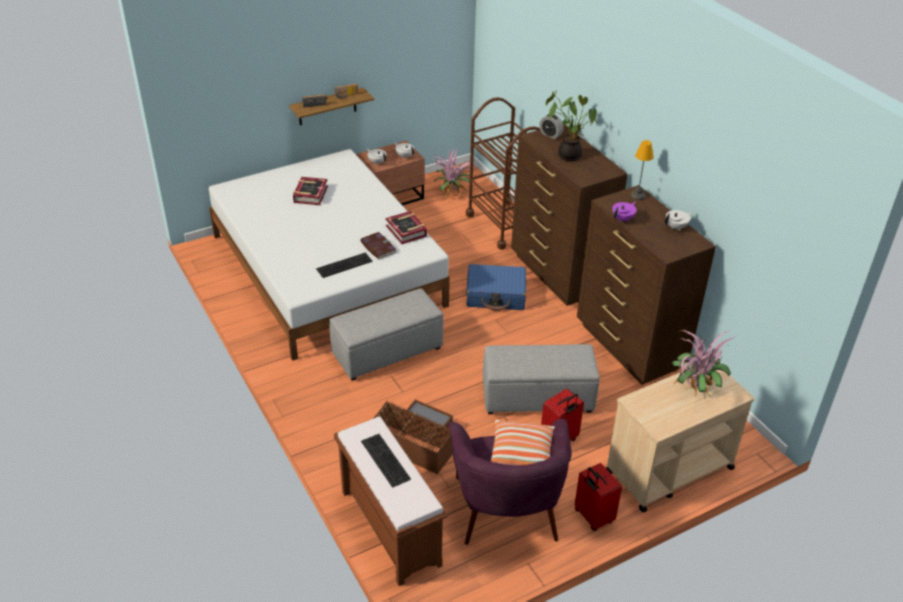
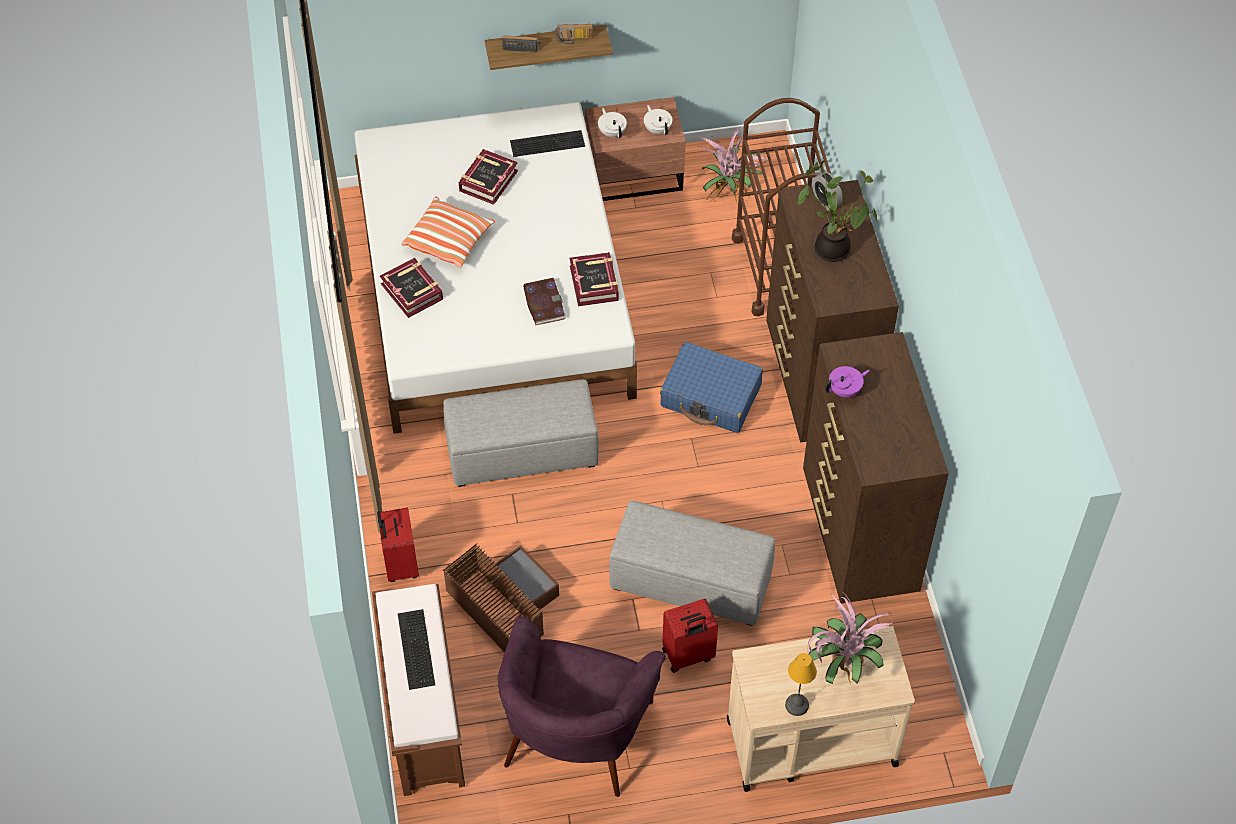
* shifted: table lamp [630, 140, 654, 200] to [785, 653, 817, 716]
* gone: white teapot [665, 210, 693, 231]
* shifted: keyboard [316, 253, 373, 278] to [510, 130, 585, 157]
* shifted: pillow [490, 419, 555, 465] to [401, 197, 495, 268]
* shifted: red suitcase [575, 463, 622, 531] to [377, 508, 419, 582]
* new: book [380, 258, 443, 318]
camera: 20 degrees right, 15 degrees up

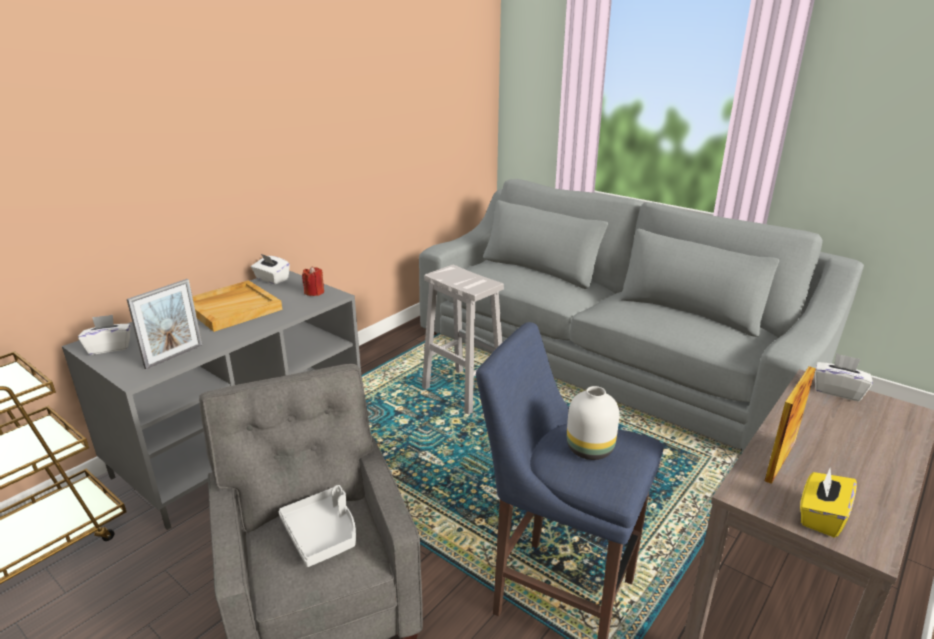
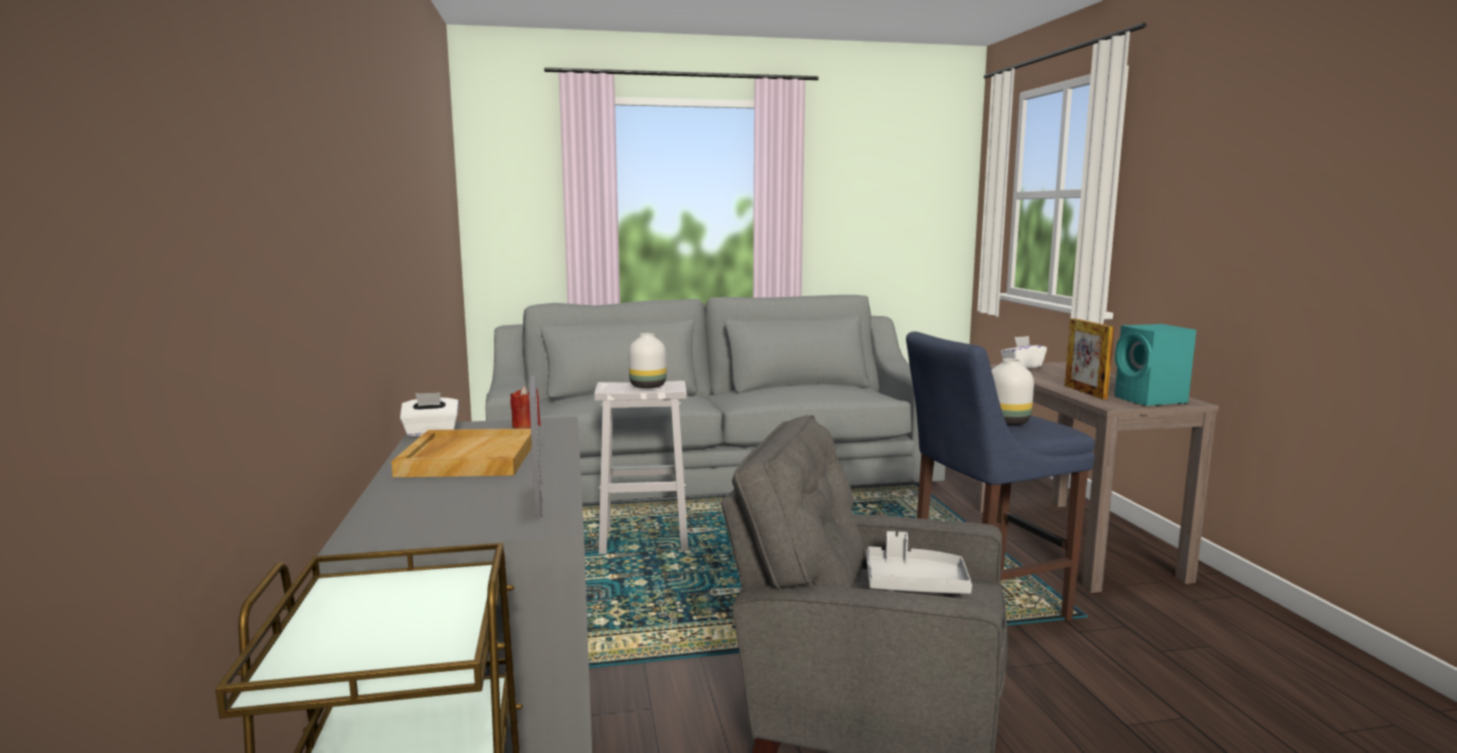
* gone: white tissue box [78, 315, 131, 355]
* swapped: yellow tissue box [800, 468, 857, 538] to turquoise speaker [1114, 324, 1196, 406]
* new: white vase [629, 333, 667, 388]
camera: 50 degrees left, 15 degrees down

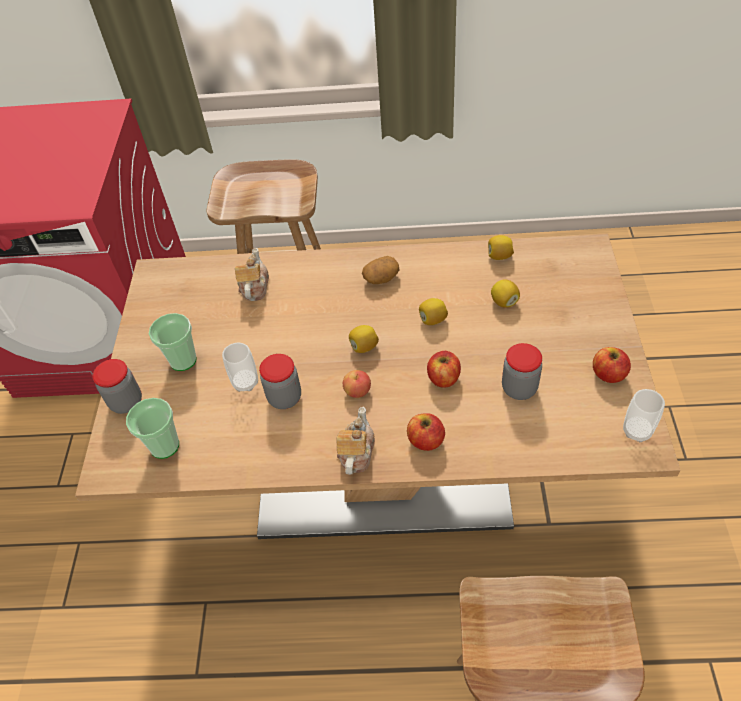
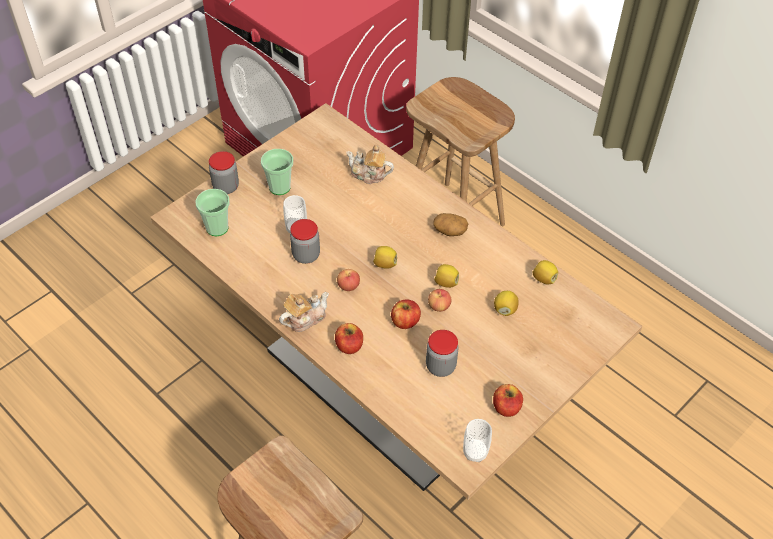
* rotated: teapot [235, 248, 269, 301] = [346, 145, 394, 184] 120 degrees counterclockwise
* new: apple [428, 289, 451, 312]
camera: 40 degrees right, 0 degrees up

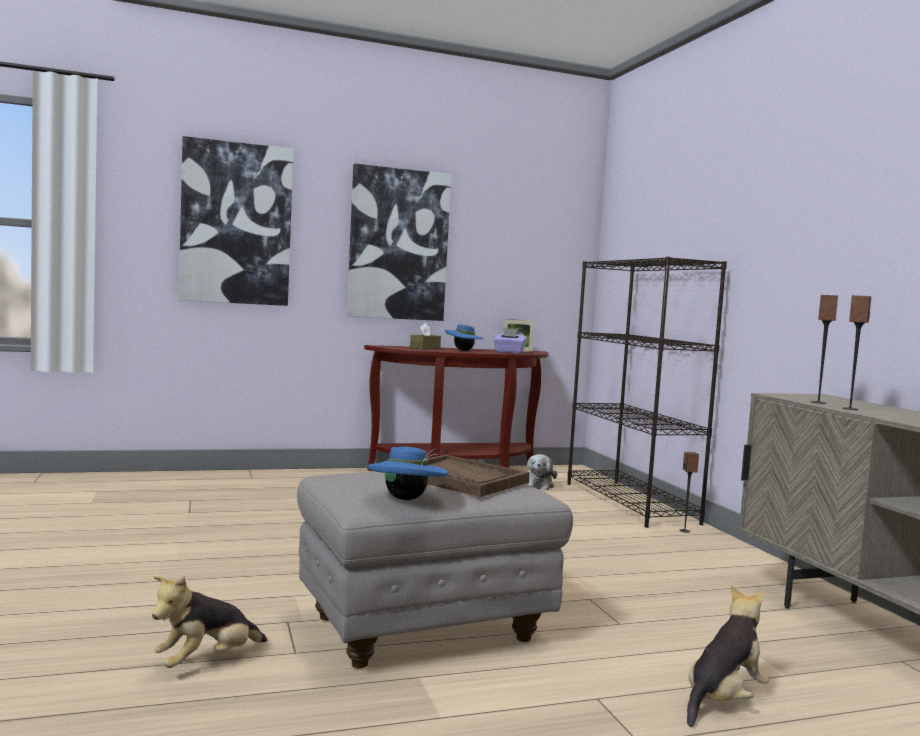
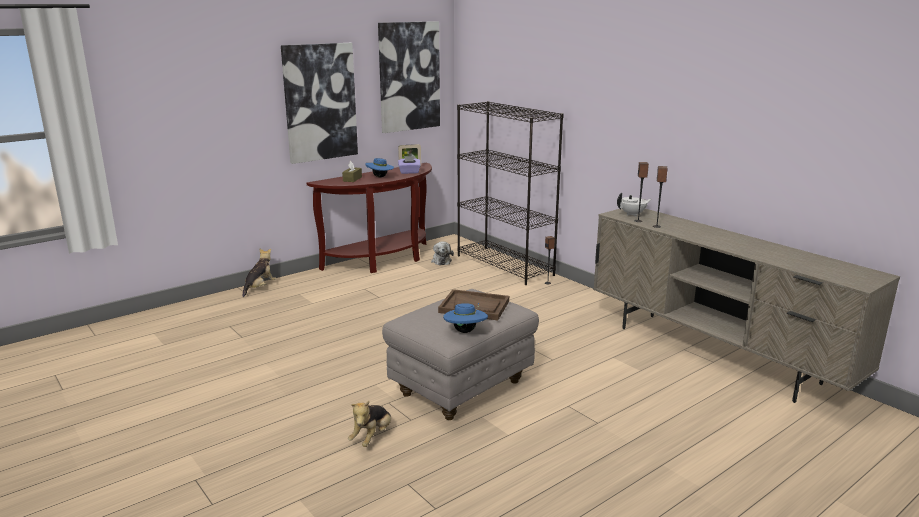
* shifted: picture [179, 136, 294, 306] to [378, 21, 440, 133]
* shifted: plush toy [687, 585, 769, 727] to [243, 248, 276, 297]
* new: white teapot [617, 193, 652, 217]
camera: 20 degrees left, 15 degrees up

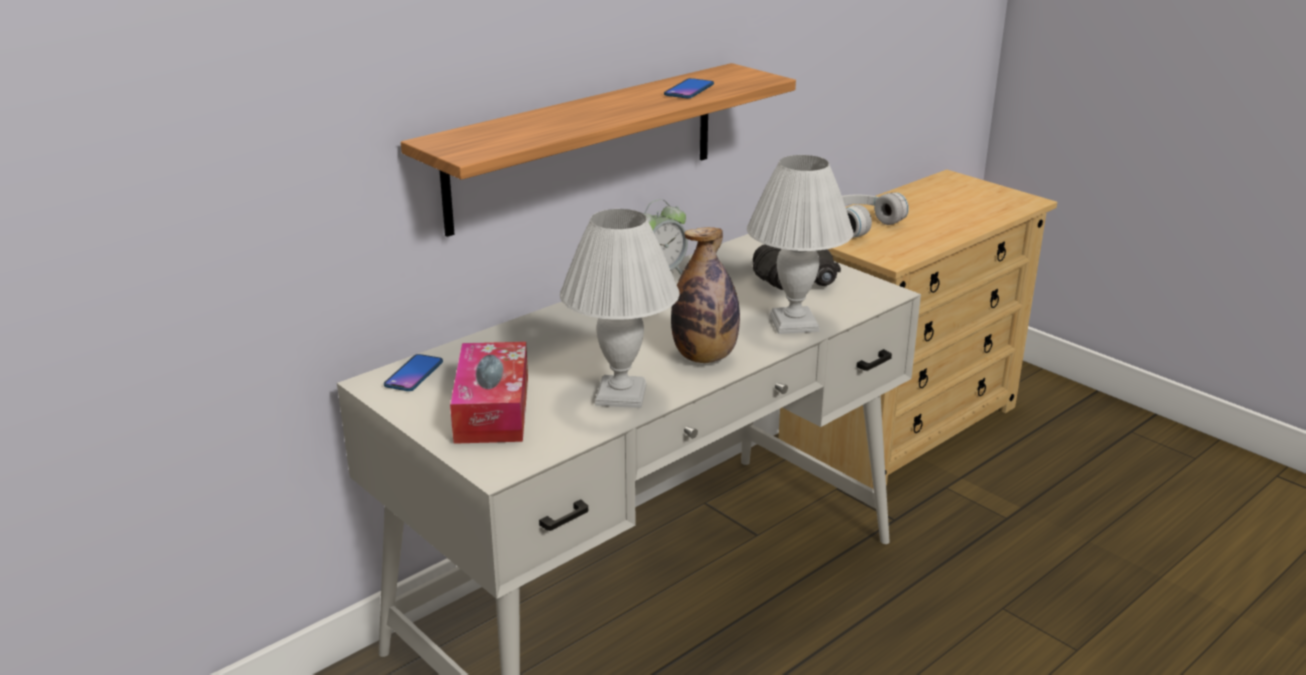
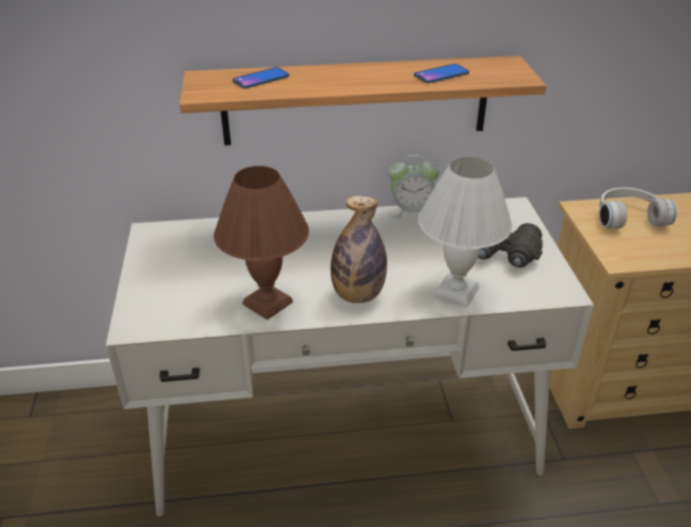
* repainted: white table lamp [560, 209, 679, 408] to brown table lamp [214, 166, 309, 320]
* gone: tissue box [450, 342, 528, 444]
* shifted: phone [384, 354, 443, 391] to [232, 67, 289, 89]
camera: 35 degrees right, 10 degrees up

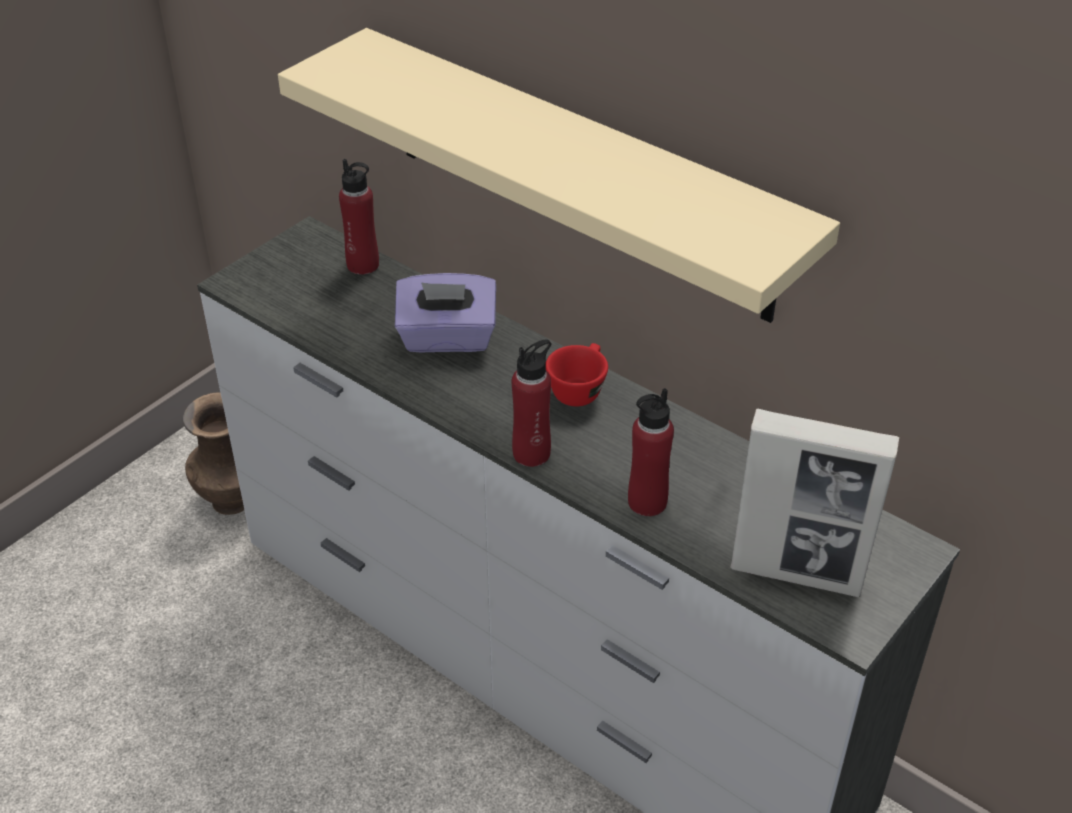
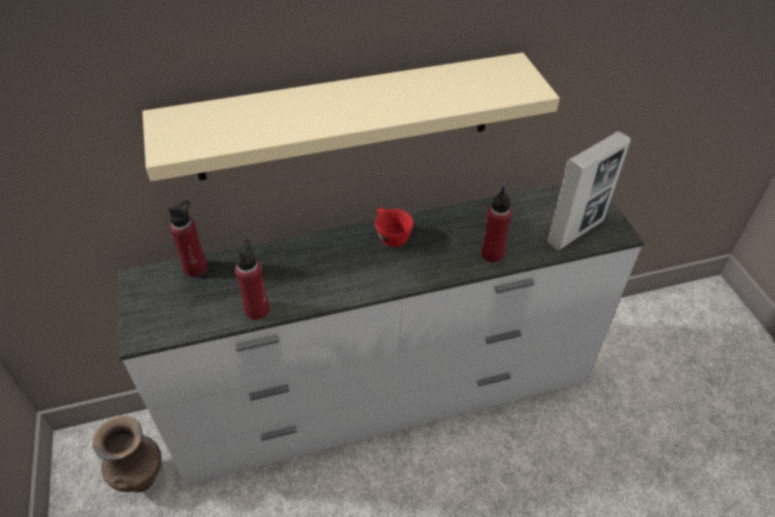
* gone: purple tissue box [395, 273, 496, 353]
* shifted: red bottle [511, 339, 551, 467] to [235, 239, 269, 320]
camera: 55 degrees left, 5 degrees up

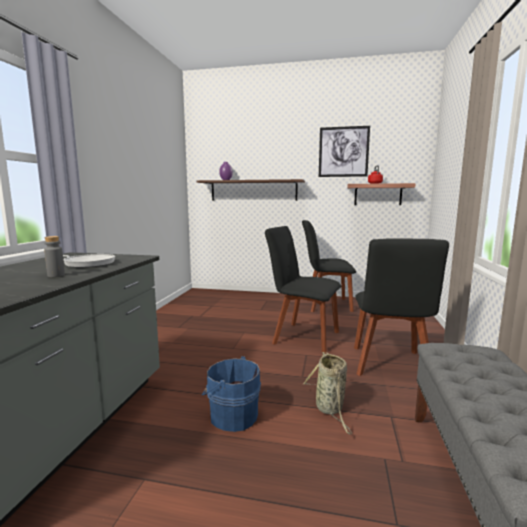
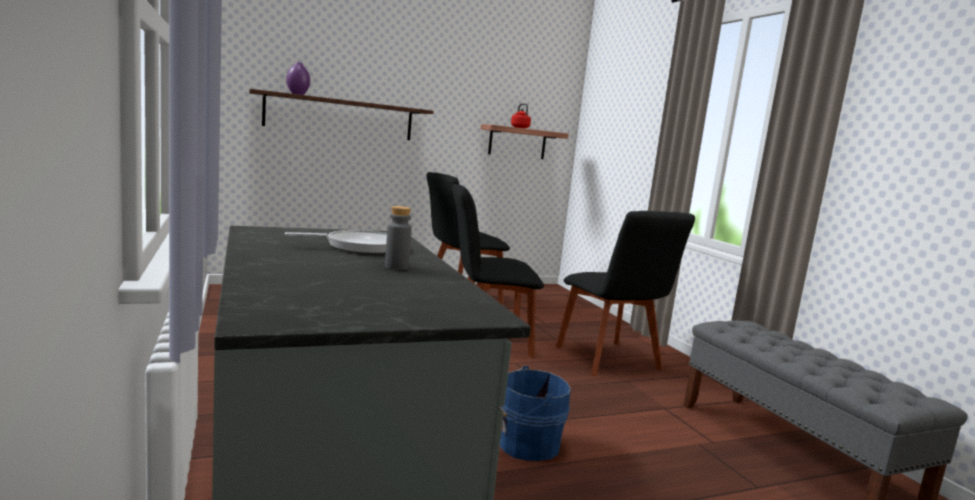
* gone: picture [319, 126, 370, 177]
* gone: basket [302, 352, 353, 434]
camera: 35 degrees left, 0 degrees up

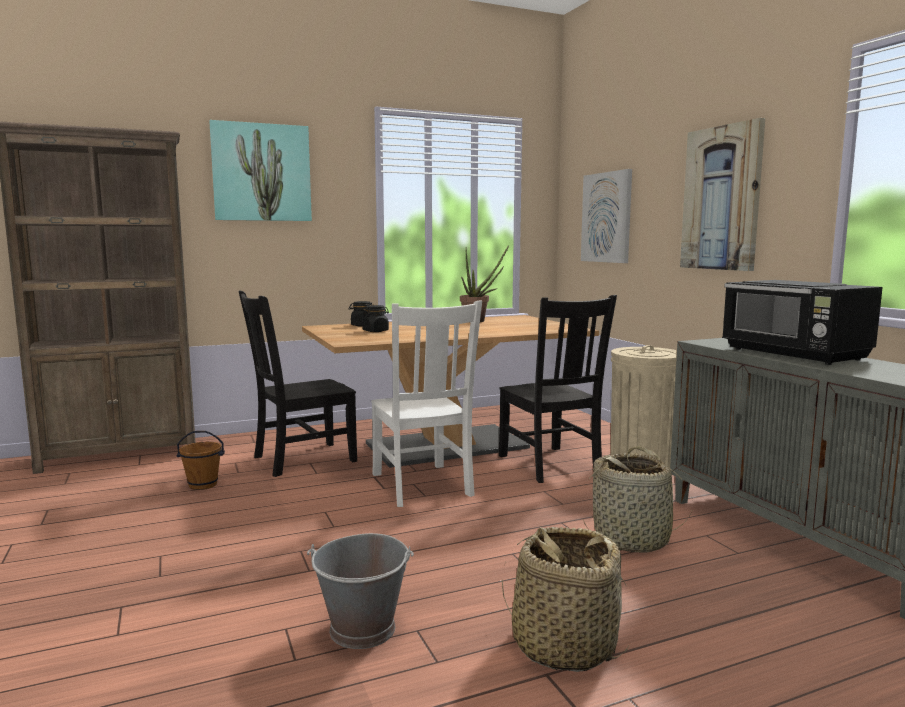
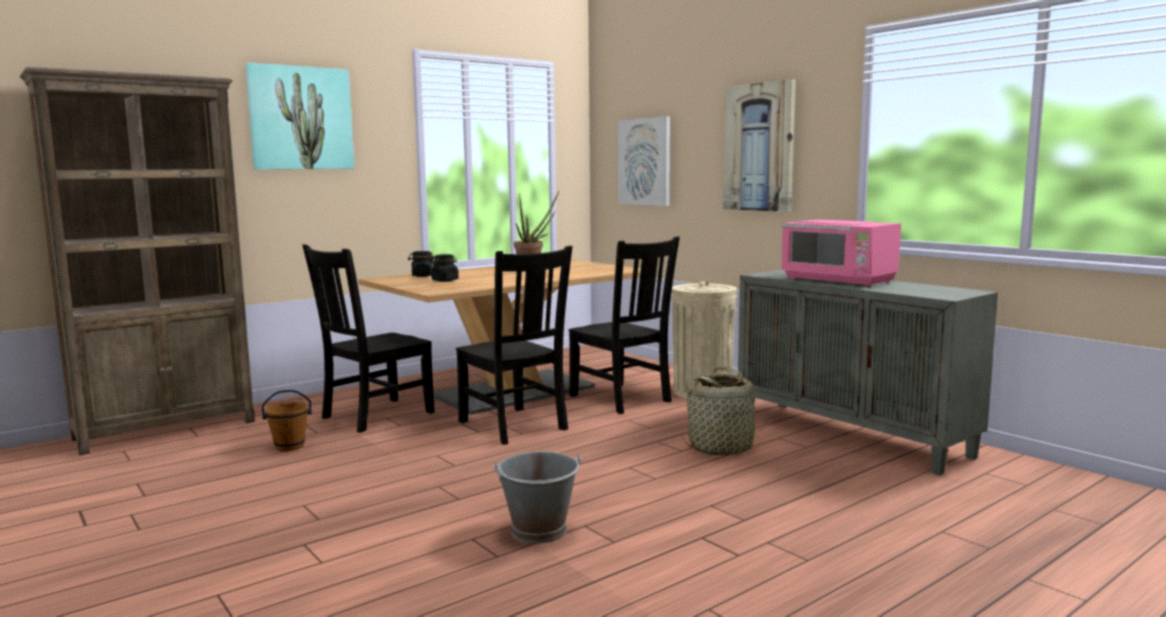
* repainted: black microwave [722, 280, 883, 365] to pink microwave [781, 220, 901, 287]
* repainted: white chair [371, 300, 482, 507] to black chair [456, 245, 573, 445]
* gone: basket [502, 527, 629, 672]
camera: 15 degrees left, 0 degrees up

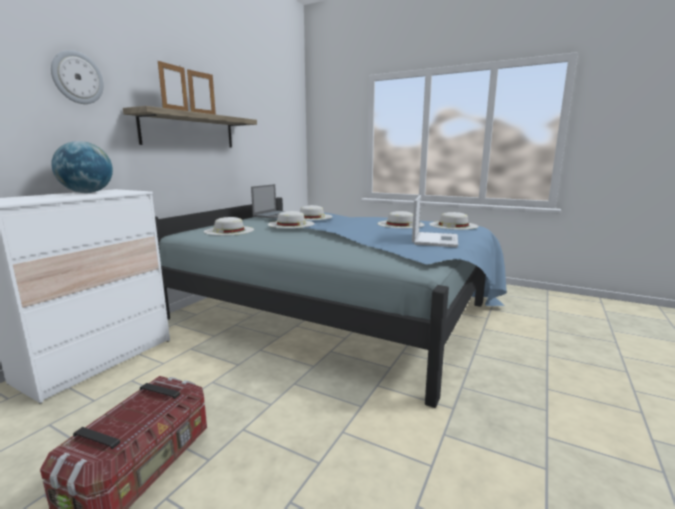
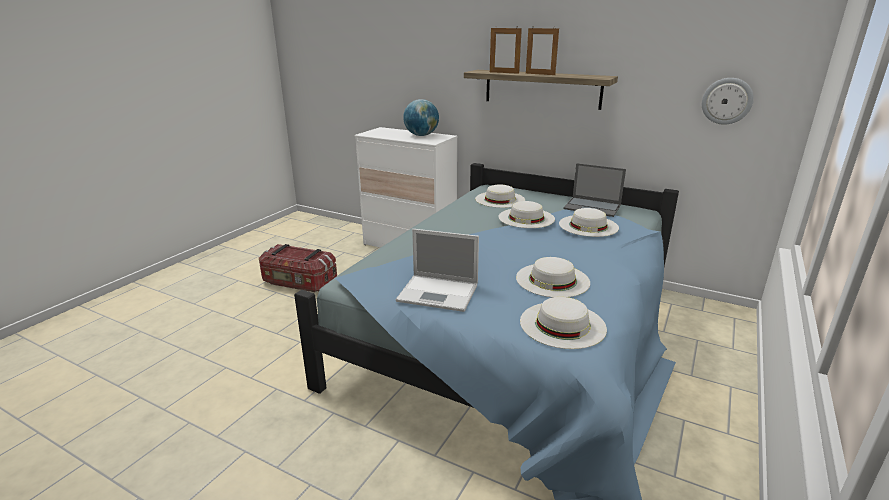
* shifted: wall clock [51, 50, 104, 104] to [702, 78, 754, 125]
camera: 90 degrees right, 10 degrees up

